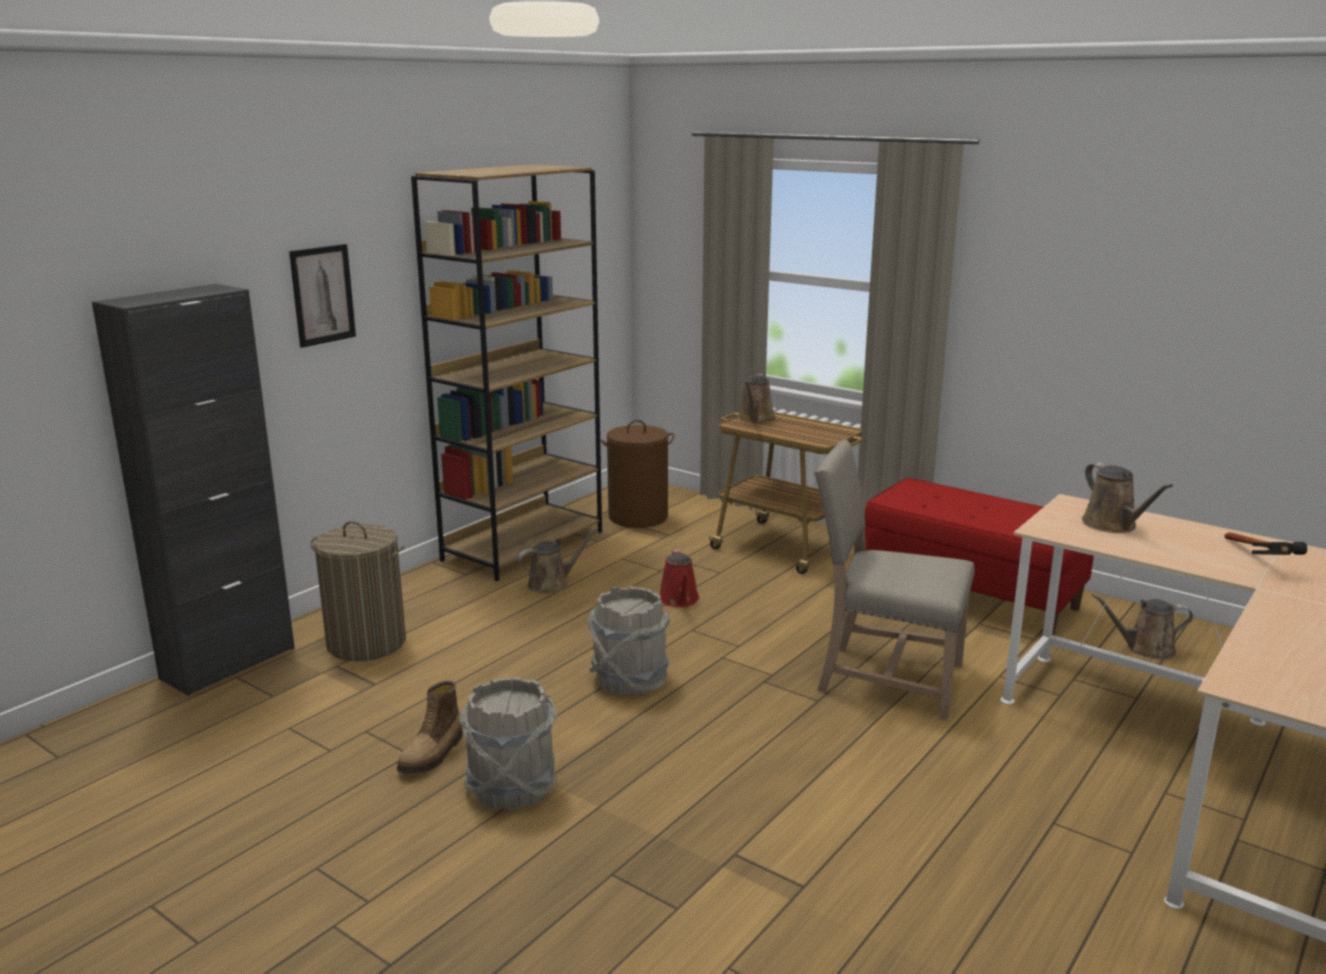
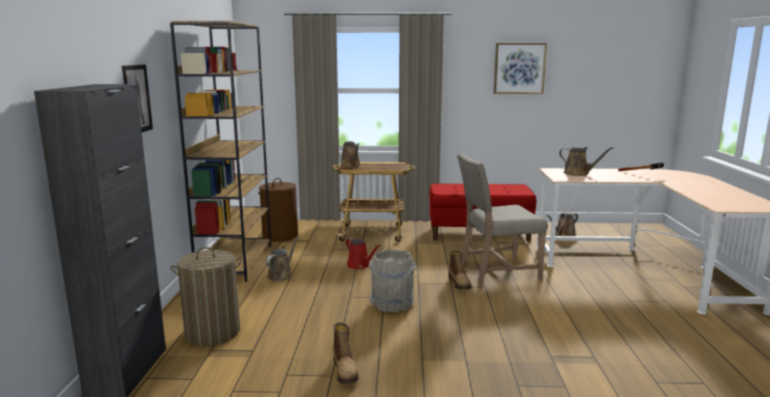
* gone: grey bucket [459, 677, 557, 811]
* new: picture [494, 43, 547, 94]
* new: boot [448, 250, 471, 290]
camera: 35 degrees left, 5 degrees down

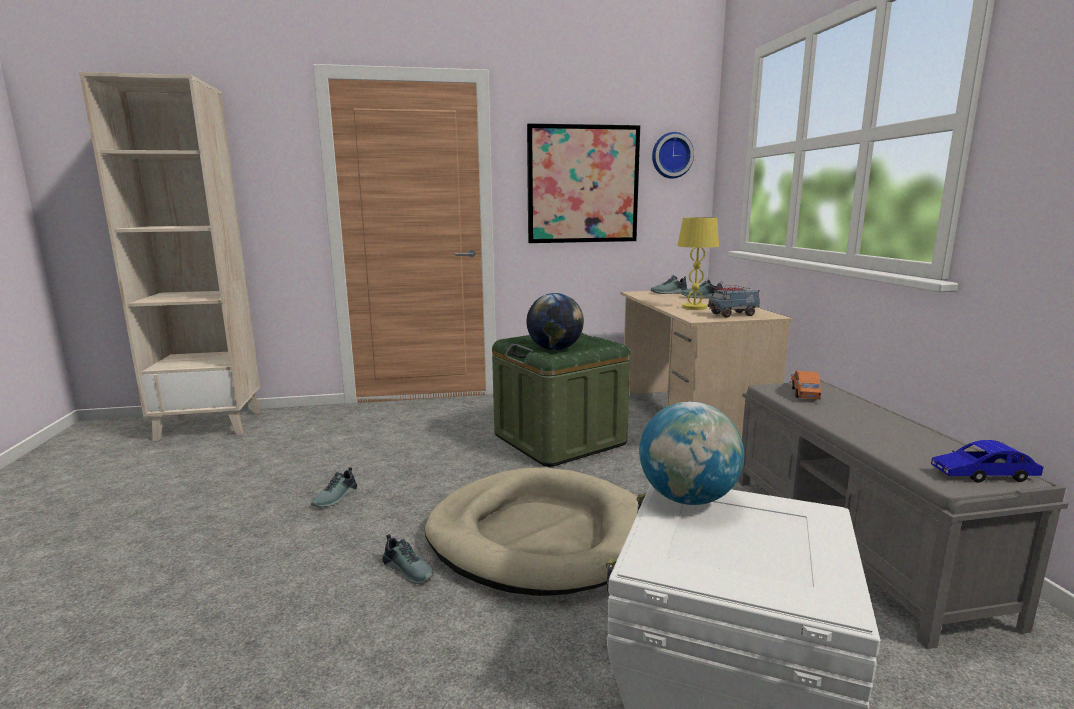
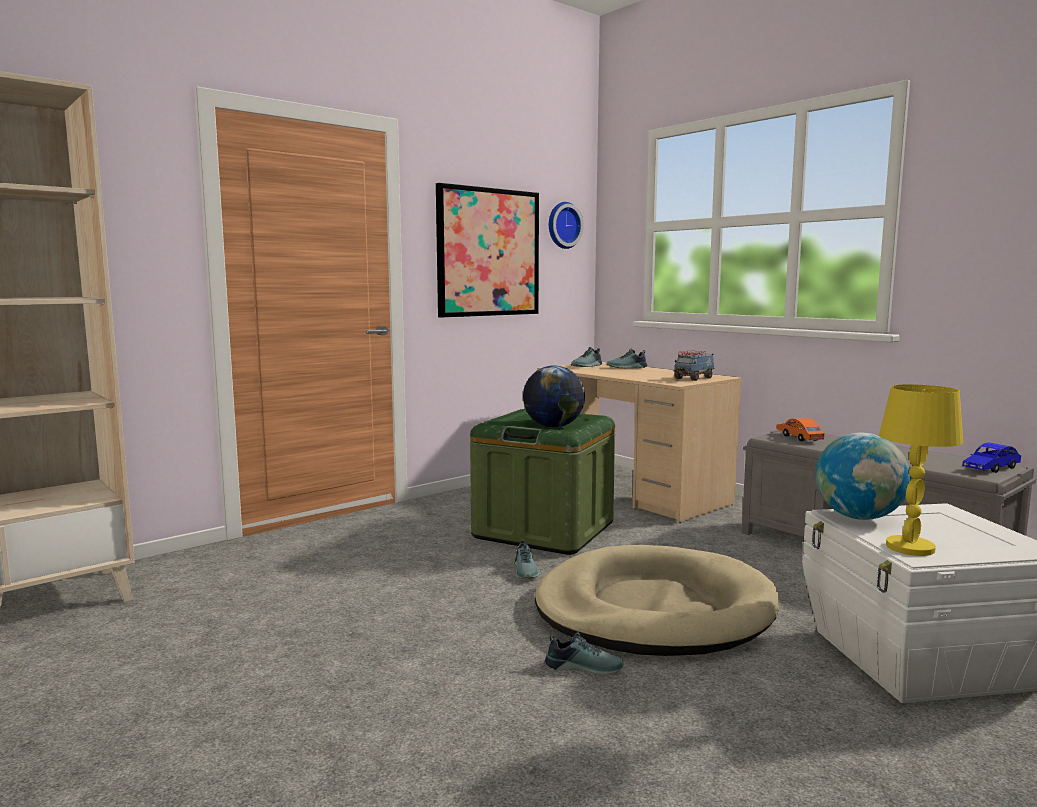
* shifted: yellow table lamp [677, 218, 719, 310] to [879, 384, 963, 556]
* shifted: shoe [311, 467, 357, 507] to [515, 540, 539, 579]
camera: 30 degrees left, 5 degrees down

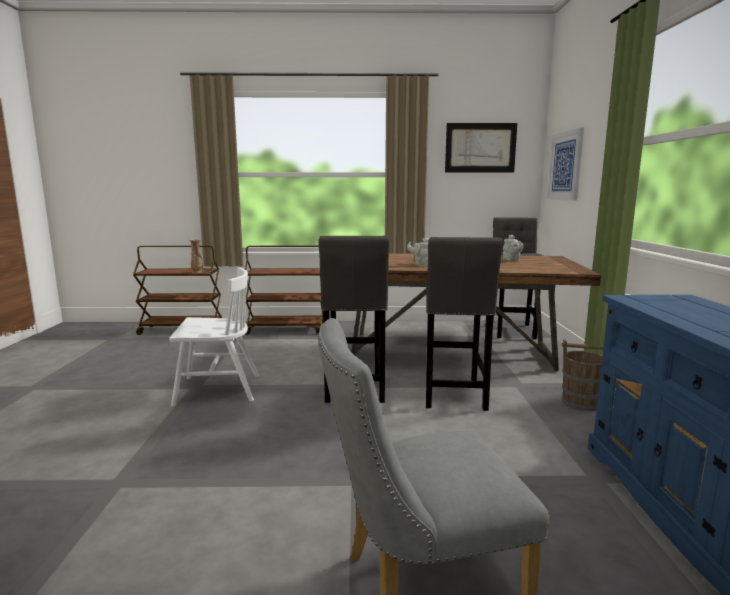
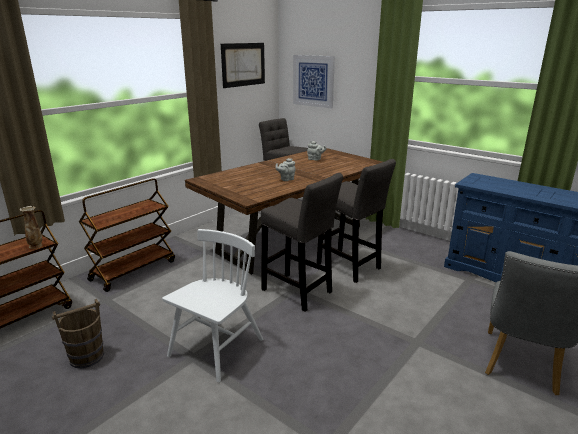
* shifted: brown bucket [562, 339, 604, 411] to [52, 299, 104, 368]
camera: 50 degrees left, 10 degrees up

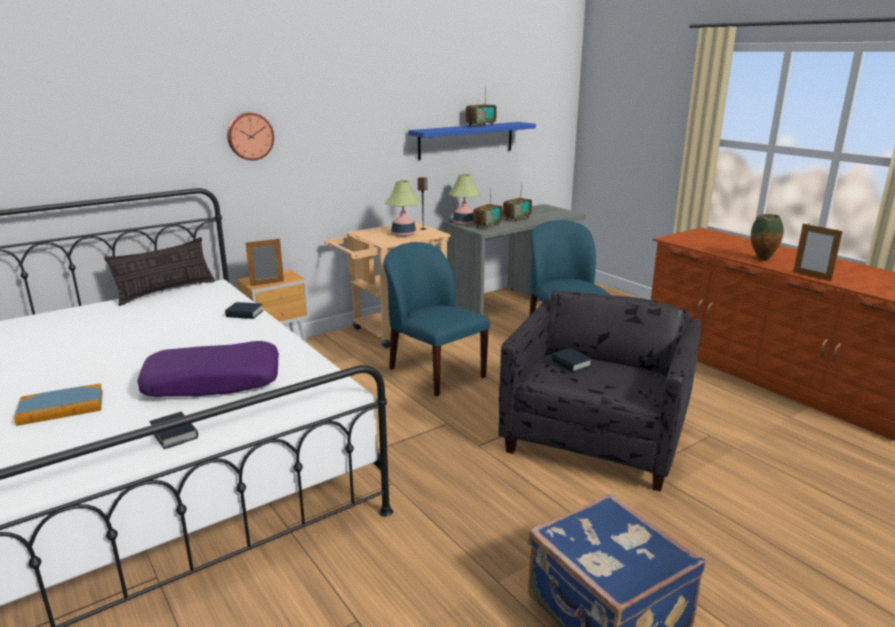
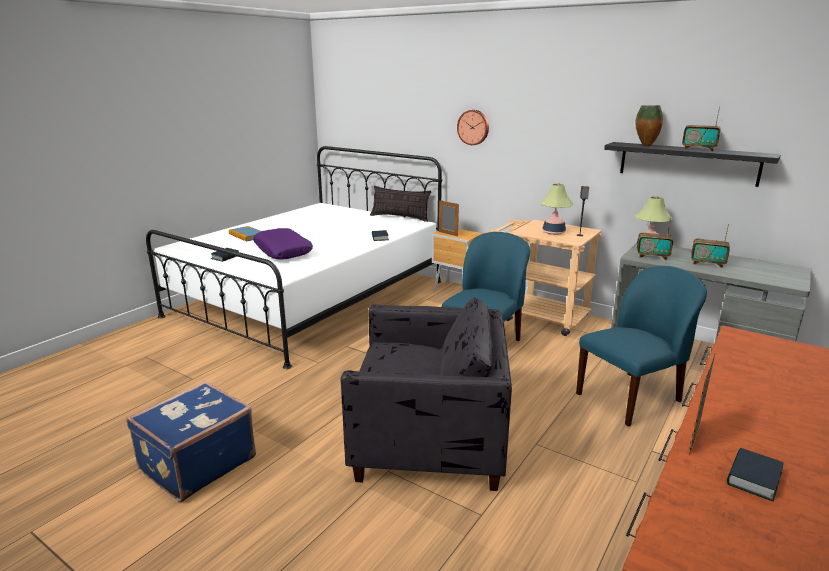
* repainted: blue shelf [408, 122, 536, 160] to black shelf [604, 142, 781, 187]
* shifted: vase [751, 214, 784, 261] to [636, 105, 663, 146]
* shifted: book [552, 348, 592, 372] to [727, 448, 783, 501]
camera: 70 degrees right, 0 degrees up

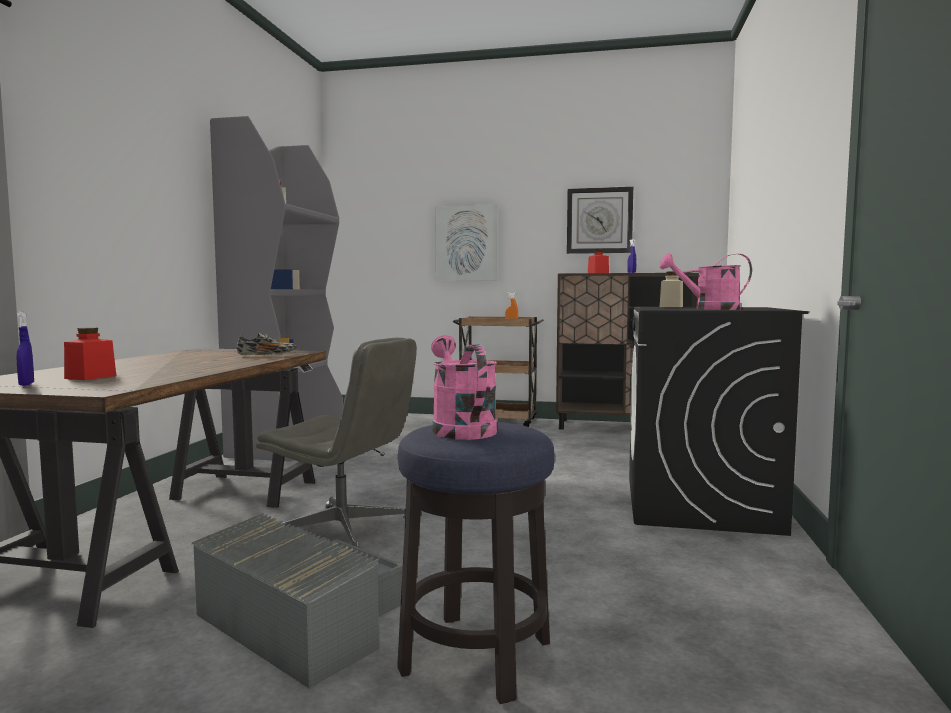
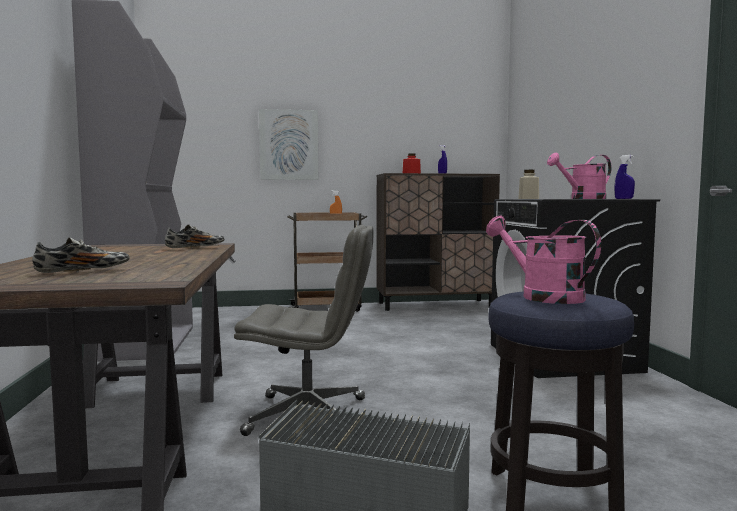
* gone: wall clock [567, 187, 633, 254]
* shifted: blue spray bottle [16, 312, 34, 386] to [615, 155, 635, 199]
* swapped: red jar [64, 327, 116, 380] to shoe [32, 237, 130, 273]
camera: 20 degrees left, 0 degrees up

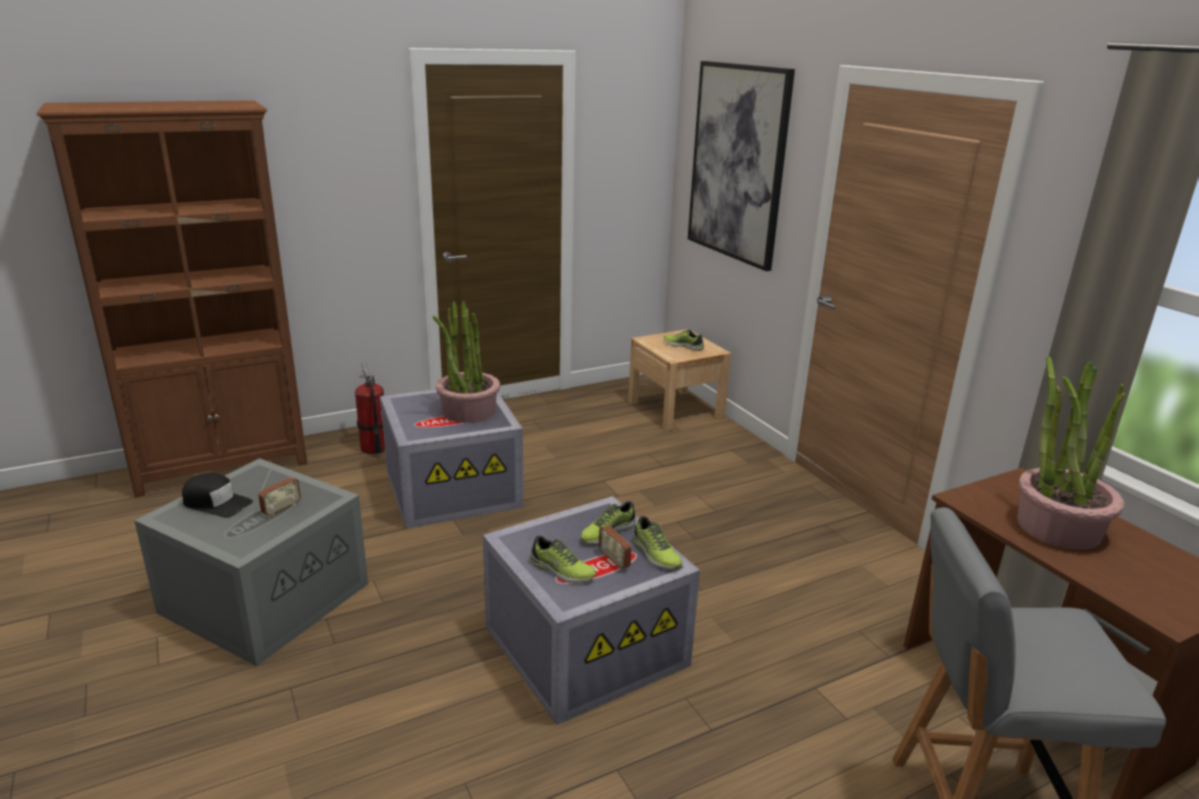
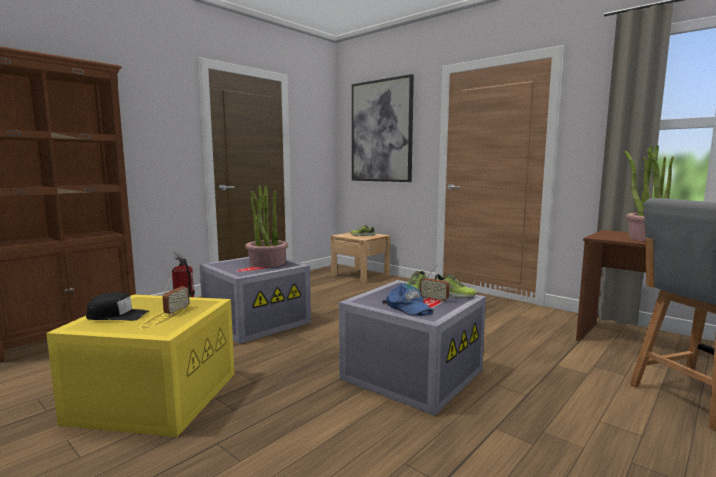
* repainted: grey storage box [134, 458, 368, 666] to yellow storage box [46, 295, 235, 437]
* swapped: shoe [529, 536, 596, 583] to blue cap [382, 284, 434, 316]
camera: 20 degrees left, 15 degrees down

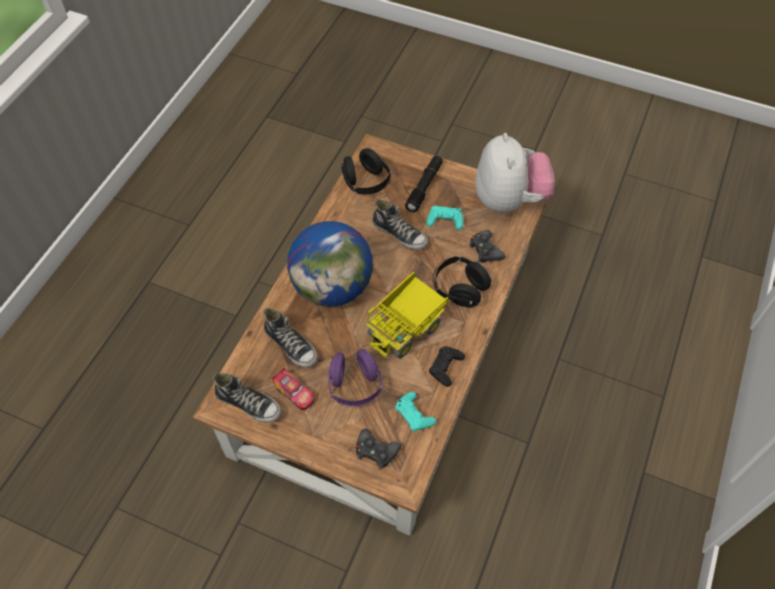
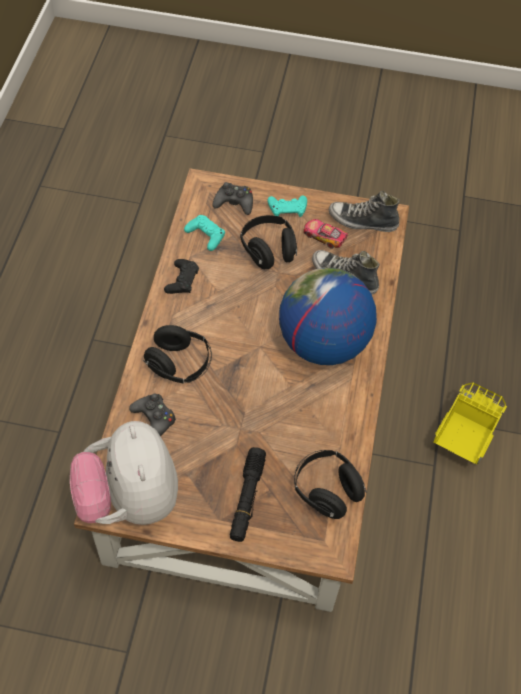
* gone: shoe [372, 199, 428, 250]
* shifted: turquoise game controller [427, 206, 463, 230] to [267, 196, 307, 217]
* shifted: toy truck [366, 272, 449, 359] to [433, 383, 507, 464]
* repainted: purple headphones [328, 349, 383, 408] to black headphones [240, 215, 297, 269]
camera: 165 degrees right, 0 degrees up

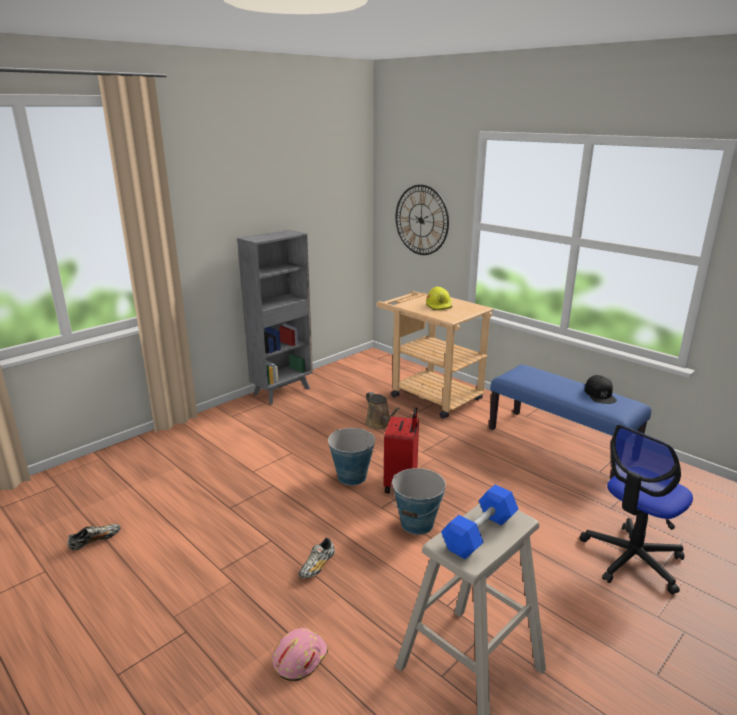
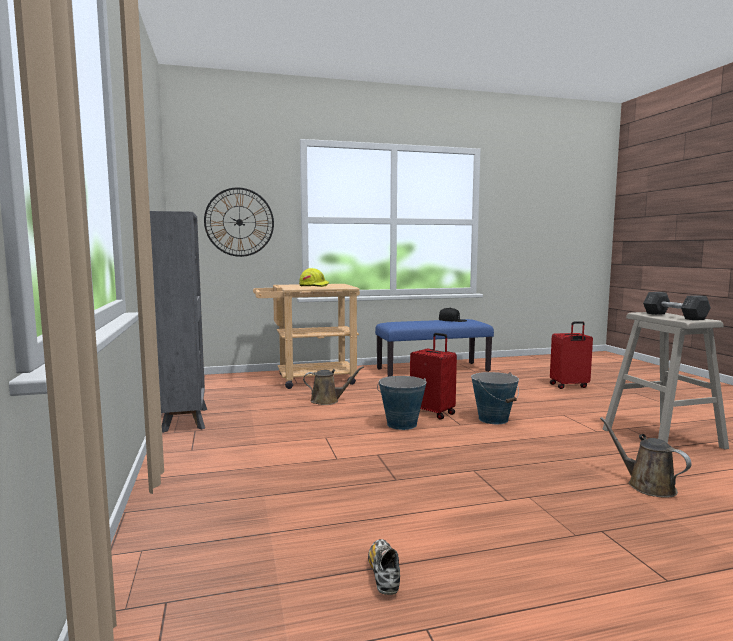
* swapped: office chair [580, 425, 693, 595] to red suitcase [550, 321, 593, 389]
* repainted: blue dumbbell [441, 485, 519, 559] to grey dumbbell [643, 292, 711, 320]
* gone: shoe [298, 538, 335, 578]
* swapped: pink hard hat [272, 628, 328, 681] to brown watering can [600, 417, 692, 498]
camera: 60 degrees left, 15 degrees down

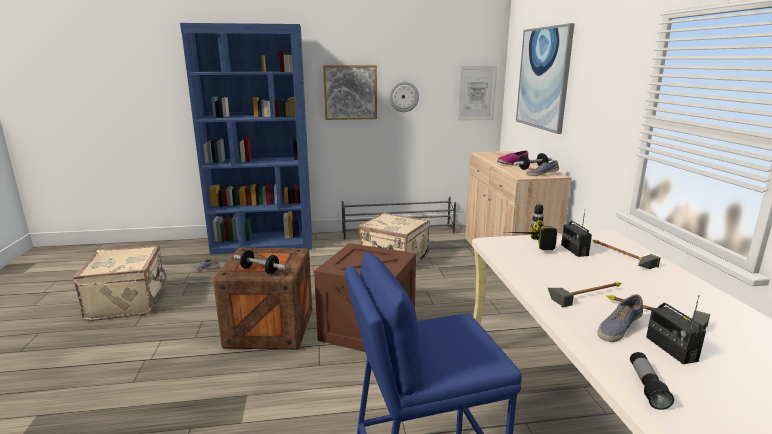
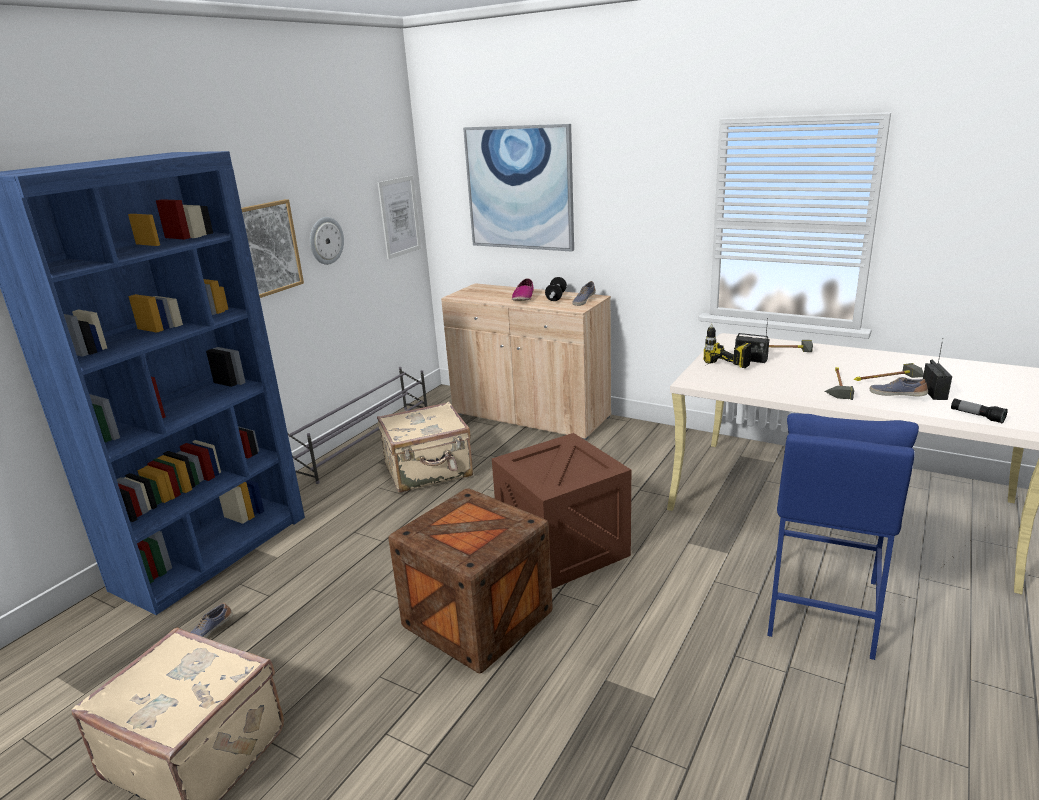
* gone: dumbbell [234, 250, 286, 274]
* rotated: shoe [597, 294, 643, 342] = [870, 377, 928, 397] 135 degrees clockwise
* rotated: radio [646, 295, 706, 364] = [923, 340, 952, 400] 105 degrees counterclockwise
camera: 50 degrees left, 5 degrees up

